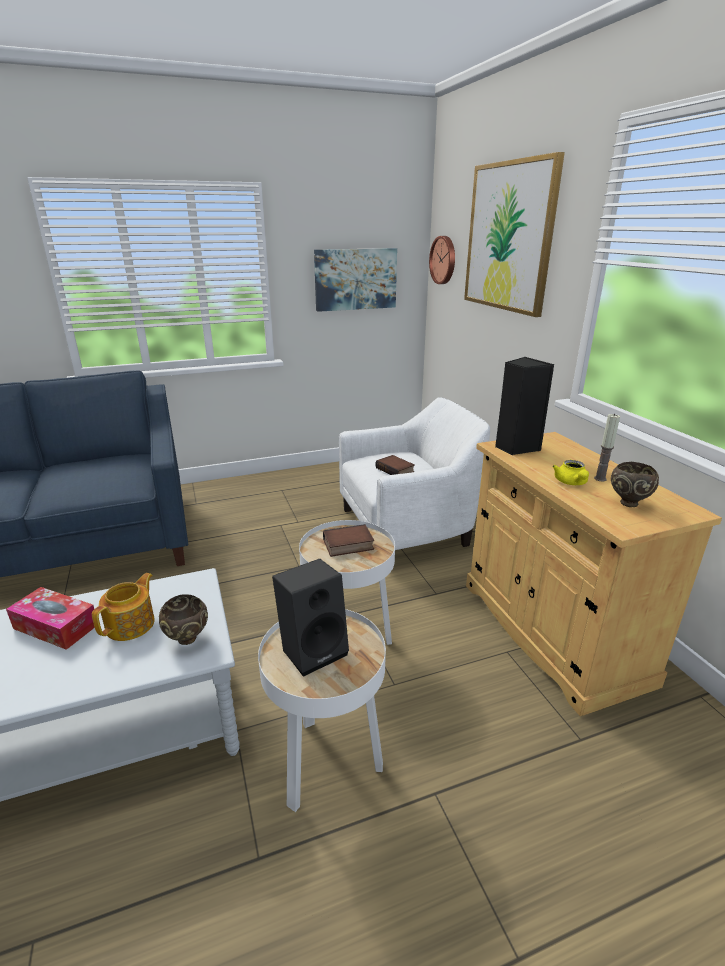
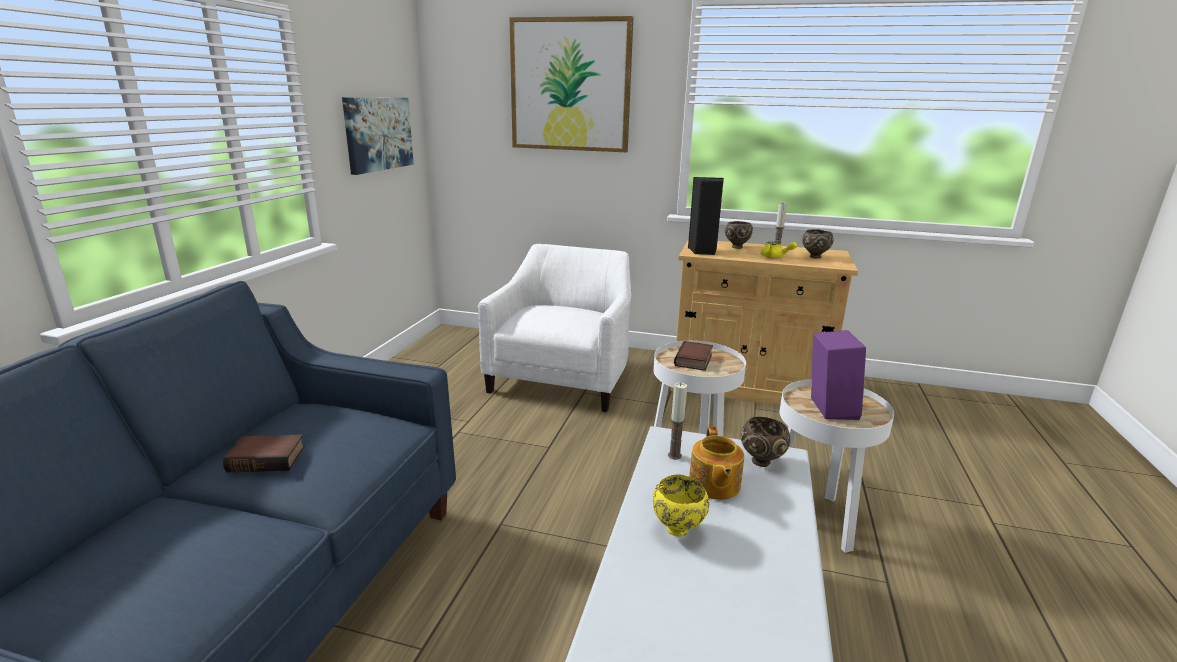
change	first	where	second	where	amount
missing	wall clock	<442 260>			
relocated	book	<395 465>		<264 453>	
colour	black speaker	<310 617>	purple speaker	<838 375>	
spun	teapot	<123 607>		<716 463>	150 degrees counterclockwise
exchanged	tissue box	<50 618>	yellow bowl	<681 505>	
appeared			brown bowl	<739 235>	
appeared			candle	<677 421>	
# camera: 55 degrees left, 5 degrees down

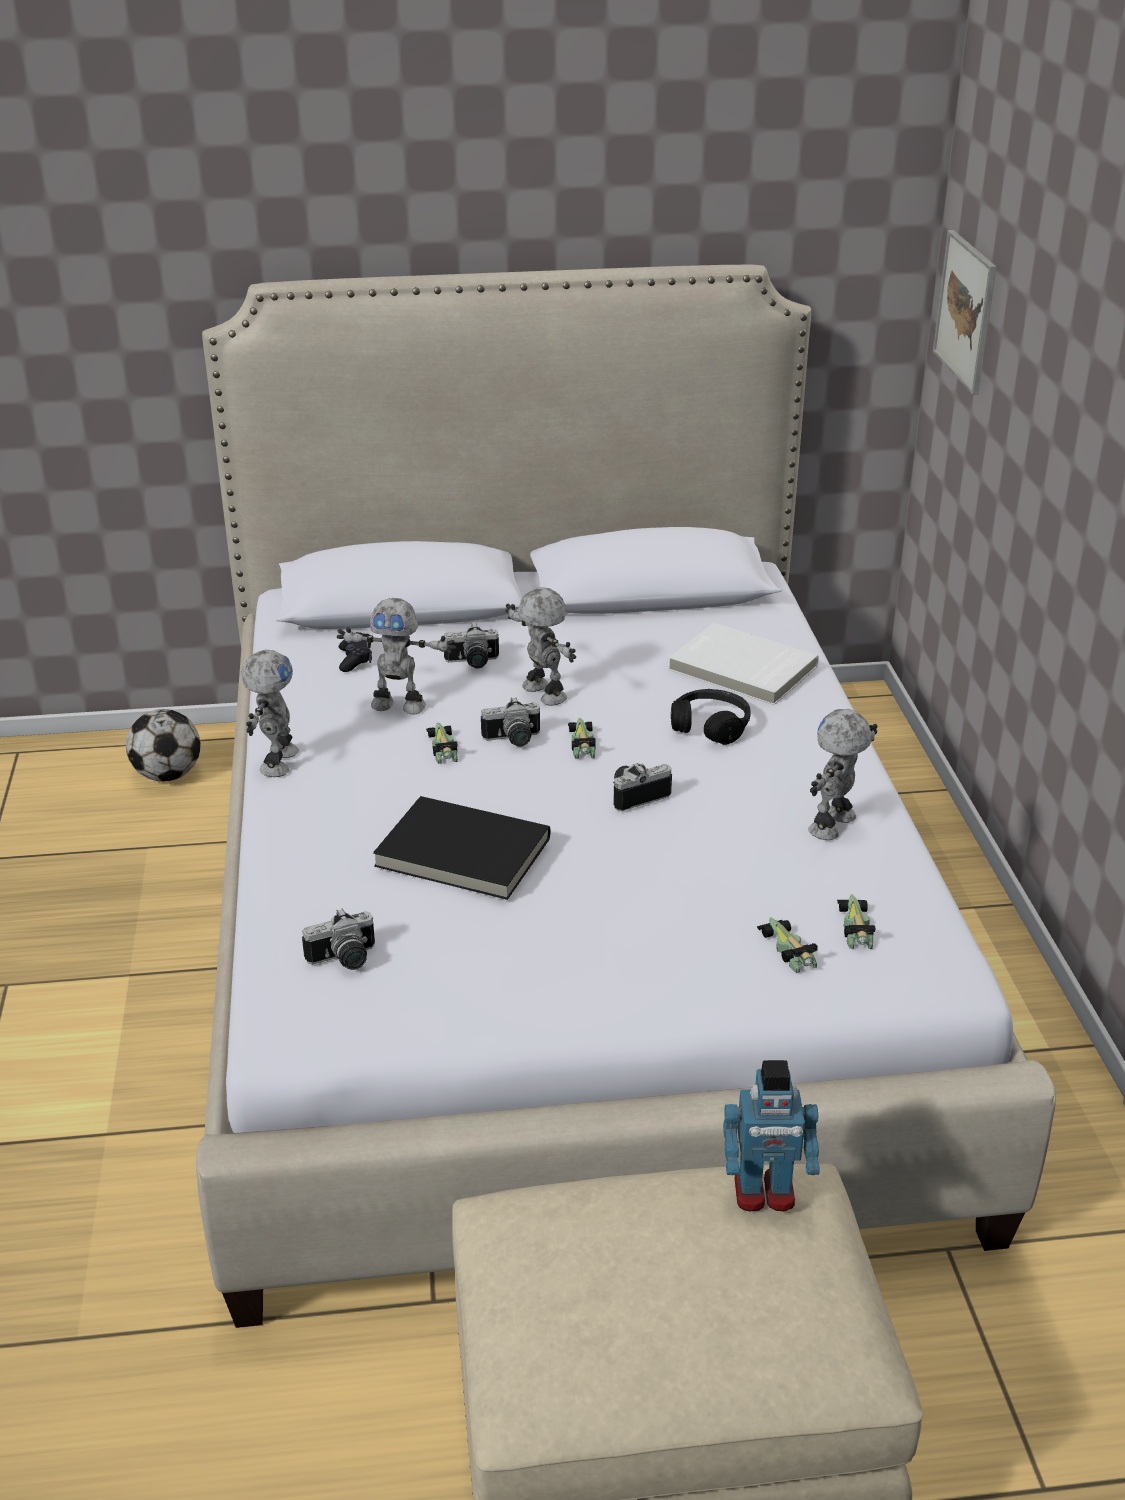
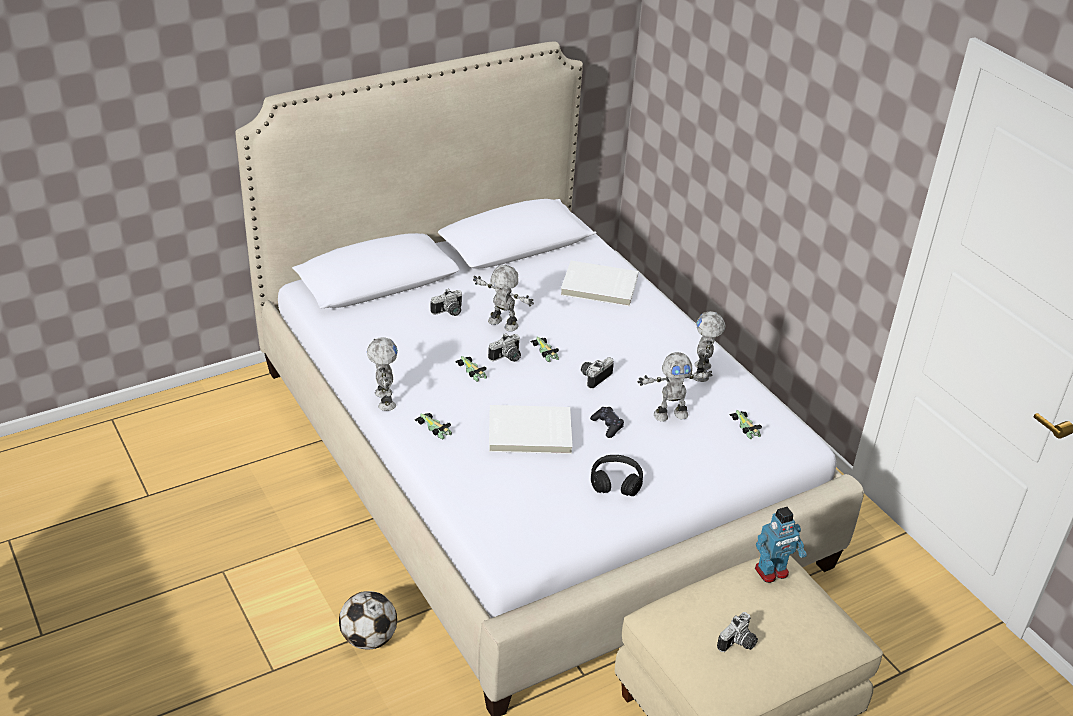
change	first	where	second	where	amount
missing	picture	<964 312>			
relocated	toy robot	<396 656>		<675 387>	
relocated	black game controller	<355 652>		<607 422>	
relocated	black headphones	<711 717>		<617 475>	
relocated	football	<163 745>		<368 620>	
colour	black book	<461 848>	white book	<531 429>	
relocated	photo camera	<338 939>		<737 632>	
relocated	toy car	<787 945>		<433 426>	
# camera: 25 degrees left, 5 degrees up

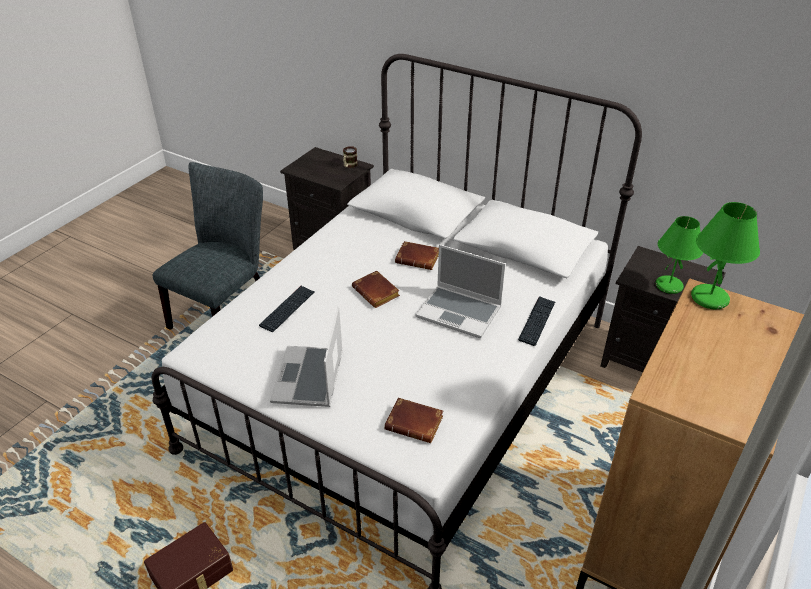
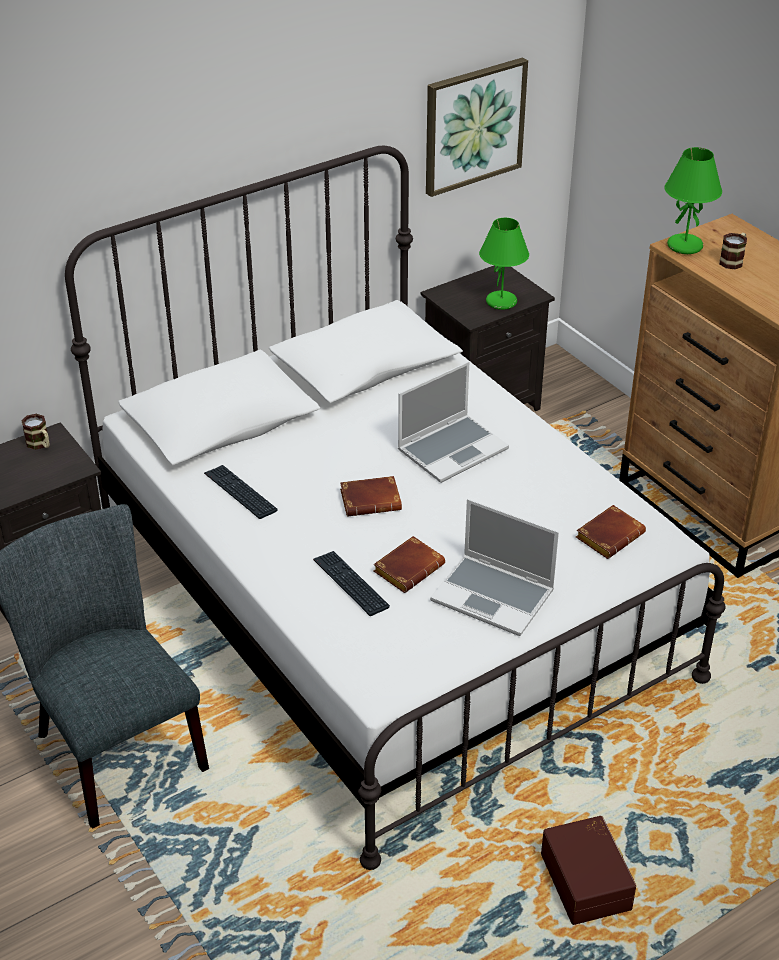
change	first	where	second	where	amount
relocated	brown book	<417 255>		<409 564>	
relocated	keyboard	<536 321>		<241 492>	
appeared			picture	<477 127>	
appeared			mug	<733 251>	
# camera: 65 degrees left, 0 degrees up

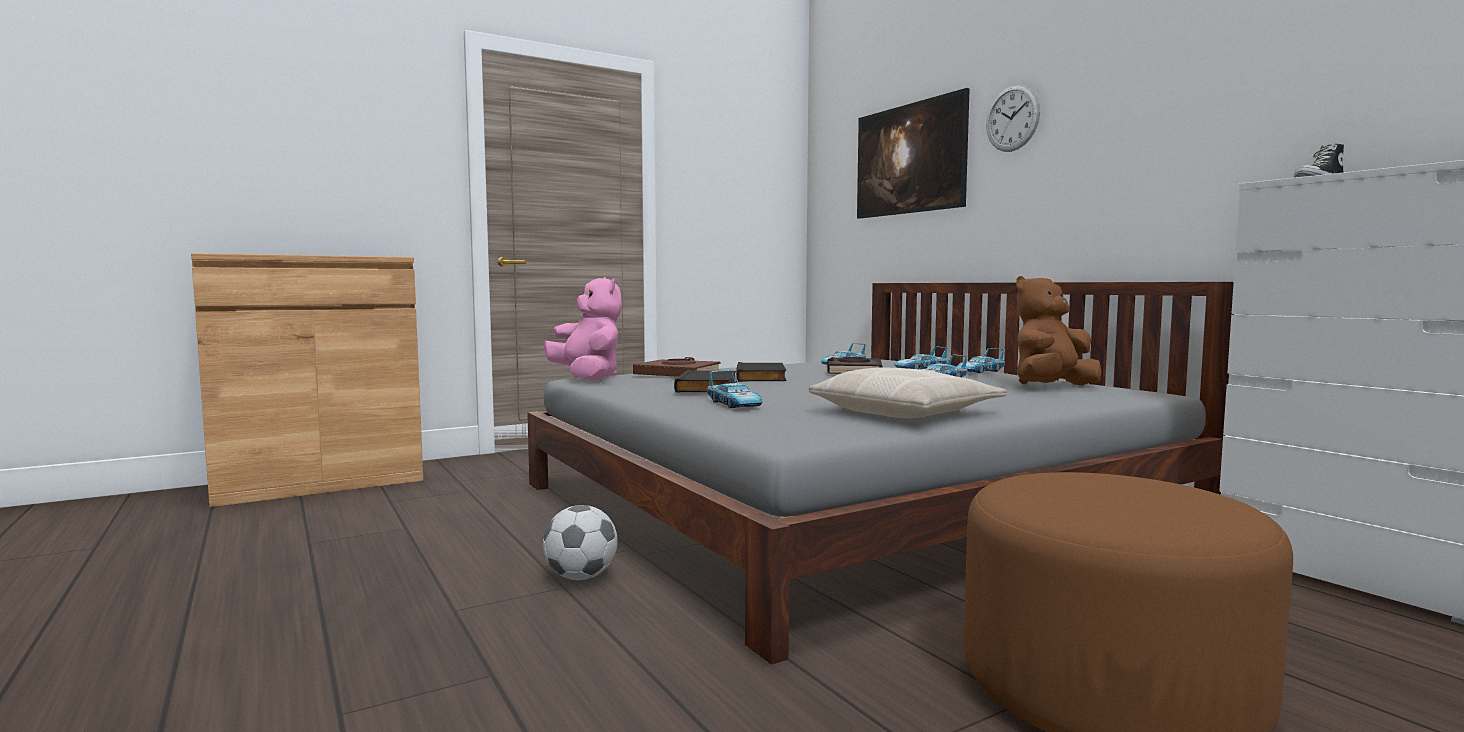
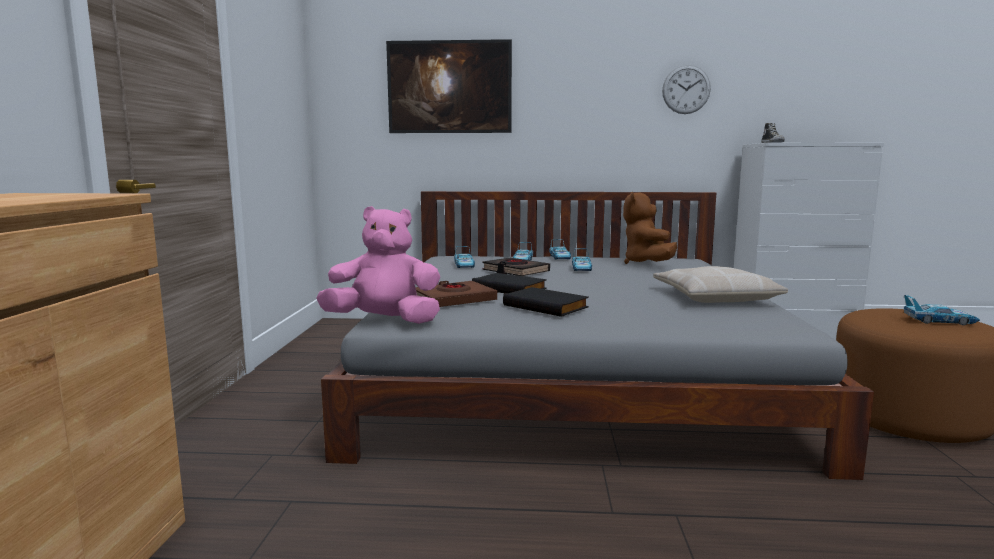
change	first	where	second	where	amount
relocated	wall clock	<1013 118>		<686 89>	
relocated	toy car	<734 389>		<942 310>	
missing	football	<580 542>			
# camera: 55 degrees left, 5 degrees up

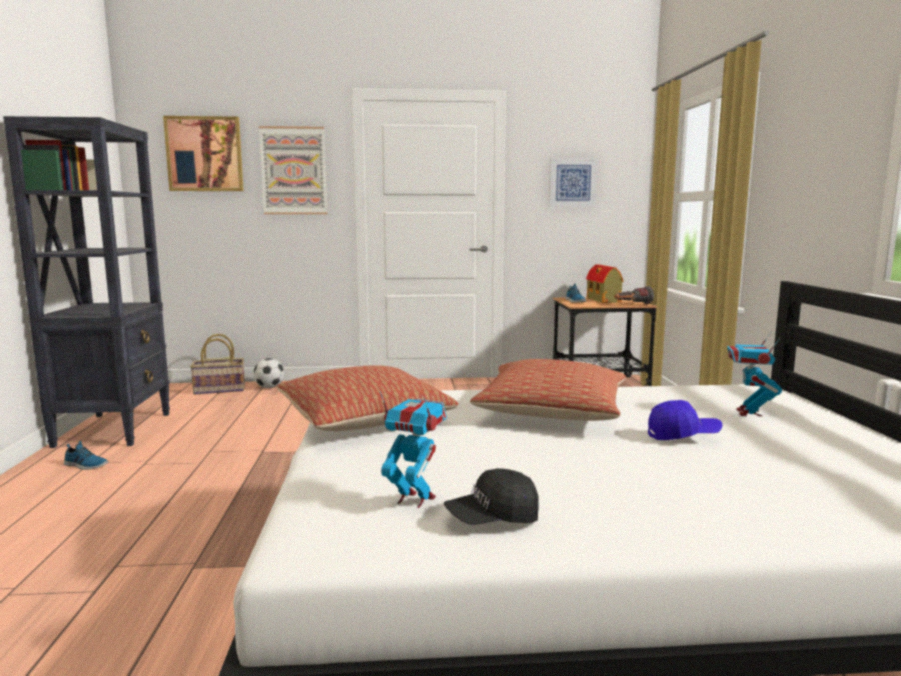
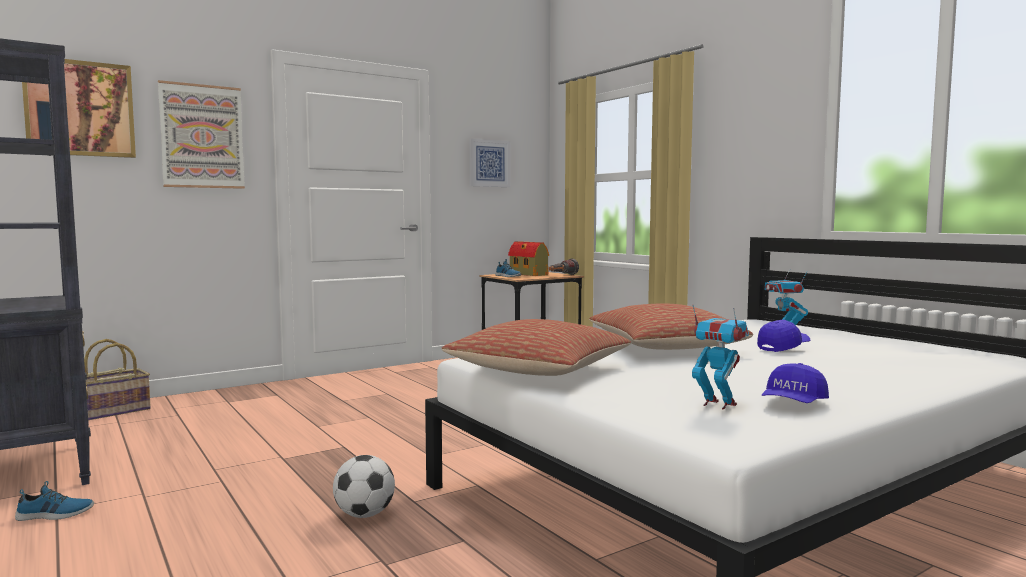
change	first	where	second	where	amount
relocated	football	<269 373>		<364 486>	
spun	toy robot	<413 449>		<720 357>	45 degrees clockwise
colour	black cap	<491 496>	blue cap	<795 383>	
# camera: 30 degrees left, 5 degrees down

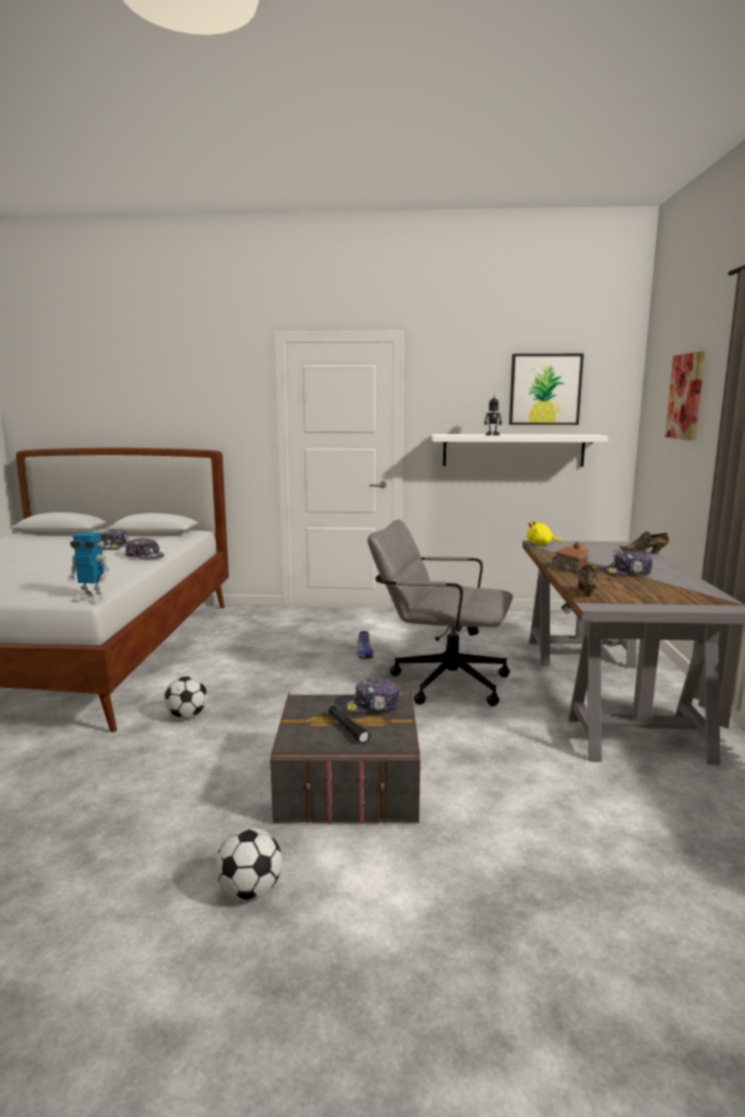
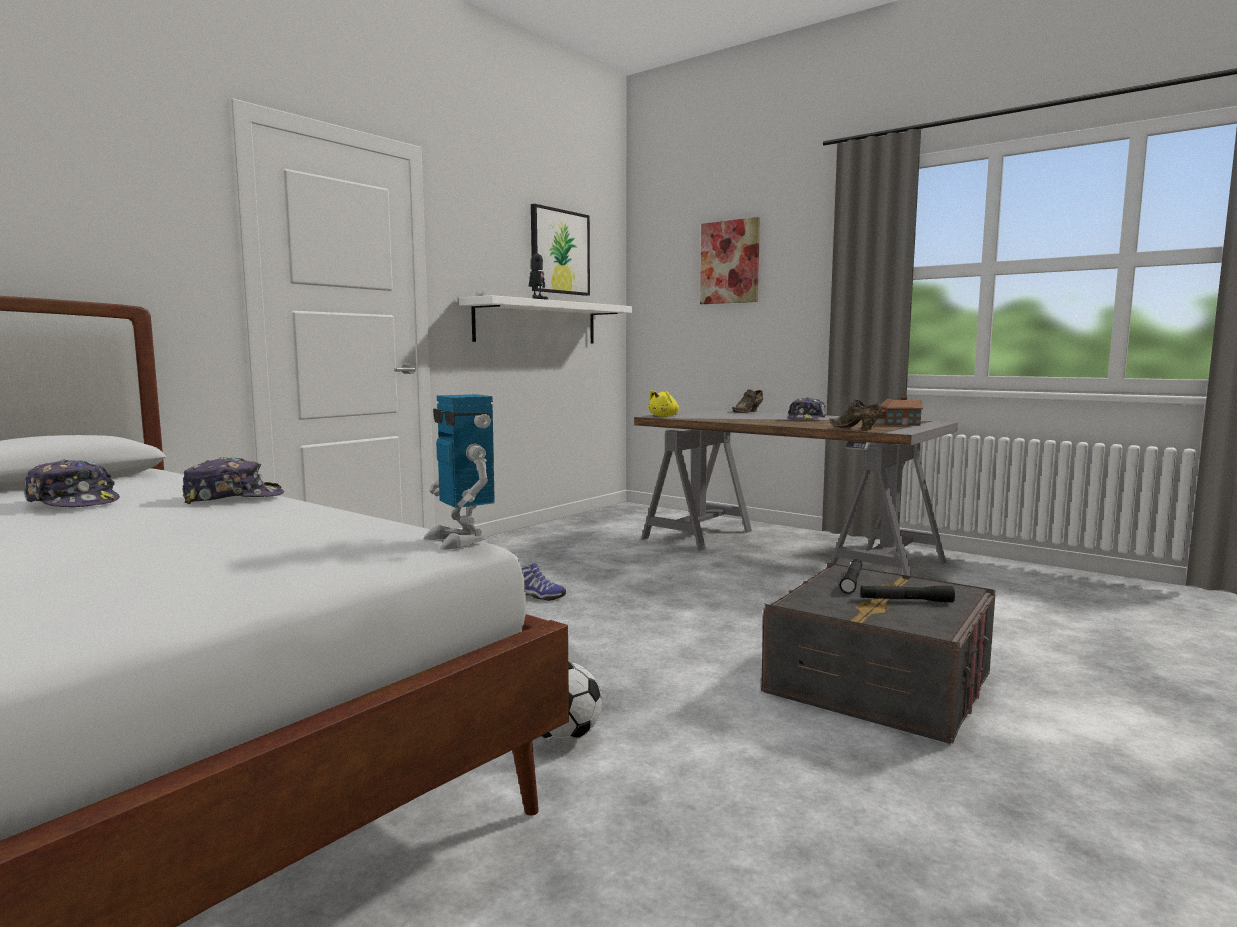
change	first	where	second	where	amount
missing	grey office chair	<440 612>			
spun	toy robot	<88 567>		<459 472>	105 degrees clockwise
relocated	toy house	<571 558>		<898 410>	
exchanged	cap	<371 696>	black flashlight	<850 576>	
missing	football	<248 864>			
# camera: 55 degrees left, 5 degrees down

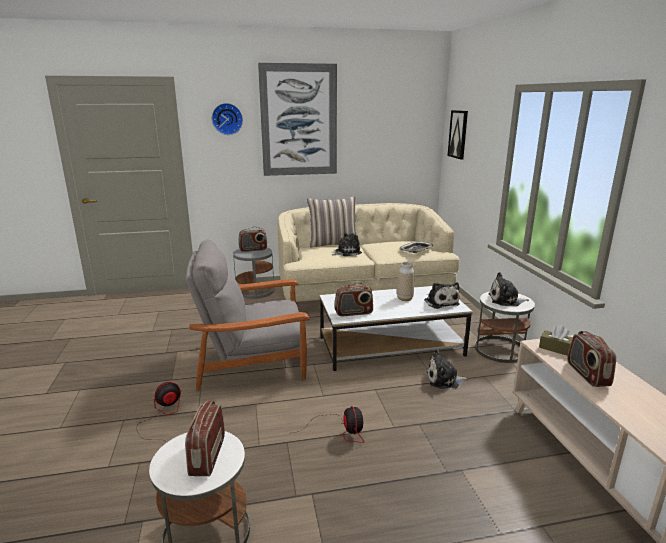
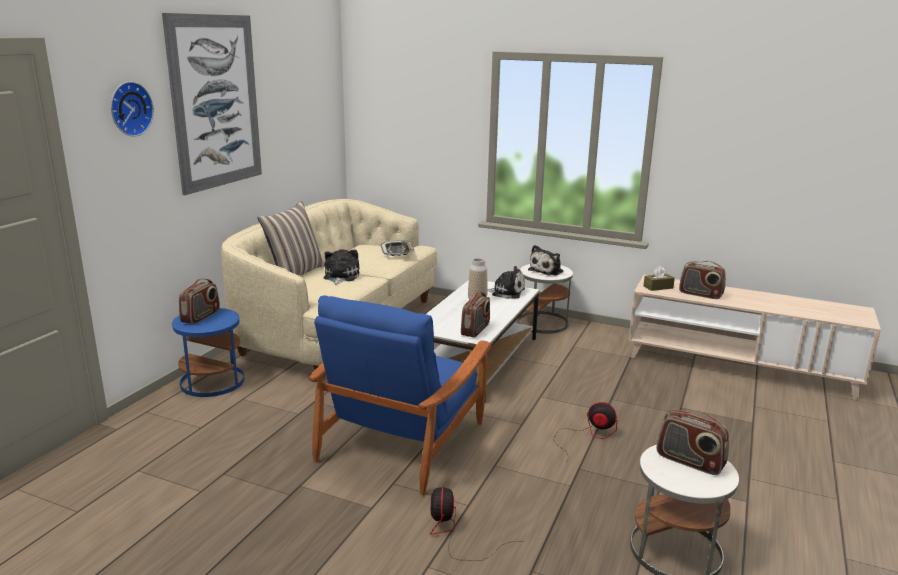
change	first	where	second	where	amount
missing	picture	<457 134>			
colour	grey armchair	<247 315>	blue armchair	<400 395>	
colour	grey side table	<253 273>	blue side table	<208 352>	
missing	plush toy	<447 369>			
# camera: 55 degrees left, 0 degrees up

